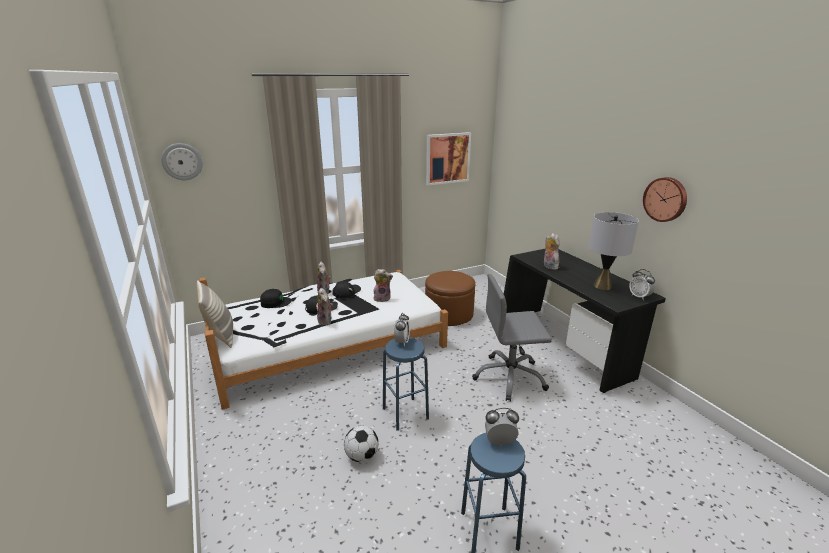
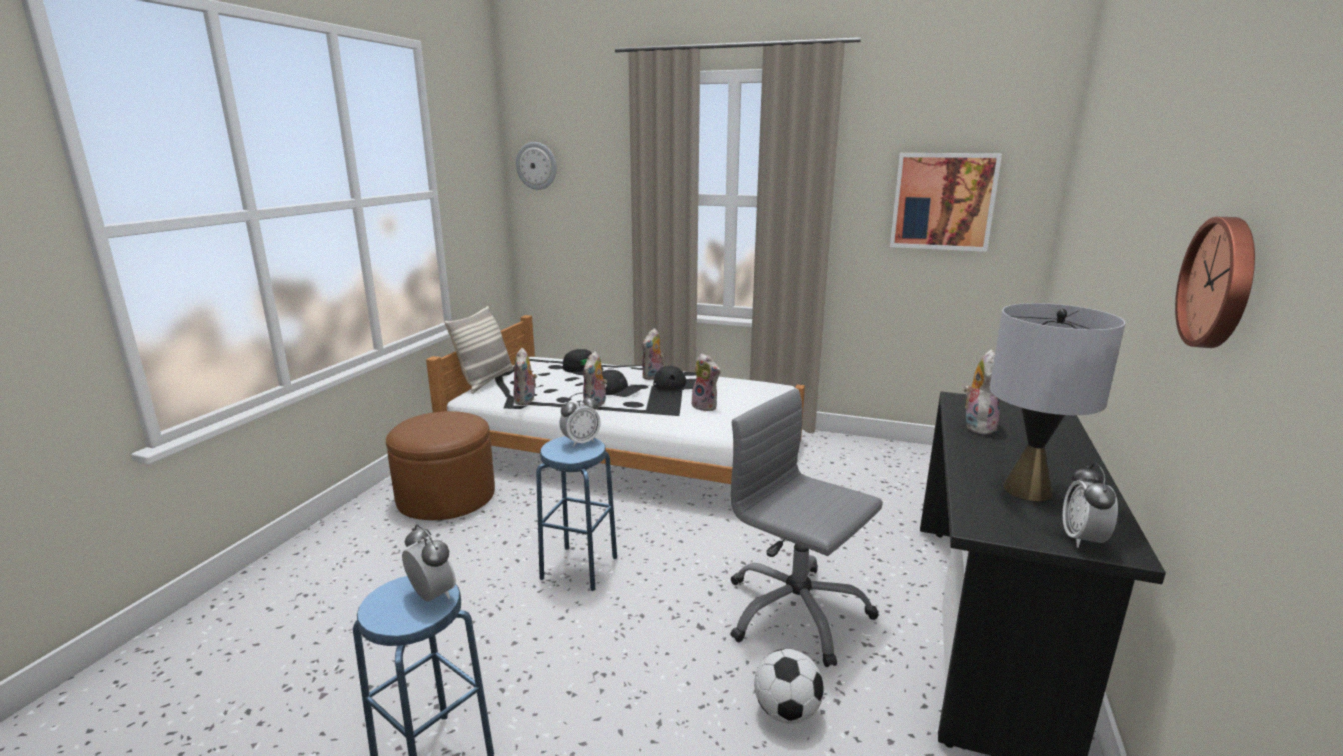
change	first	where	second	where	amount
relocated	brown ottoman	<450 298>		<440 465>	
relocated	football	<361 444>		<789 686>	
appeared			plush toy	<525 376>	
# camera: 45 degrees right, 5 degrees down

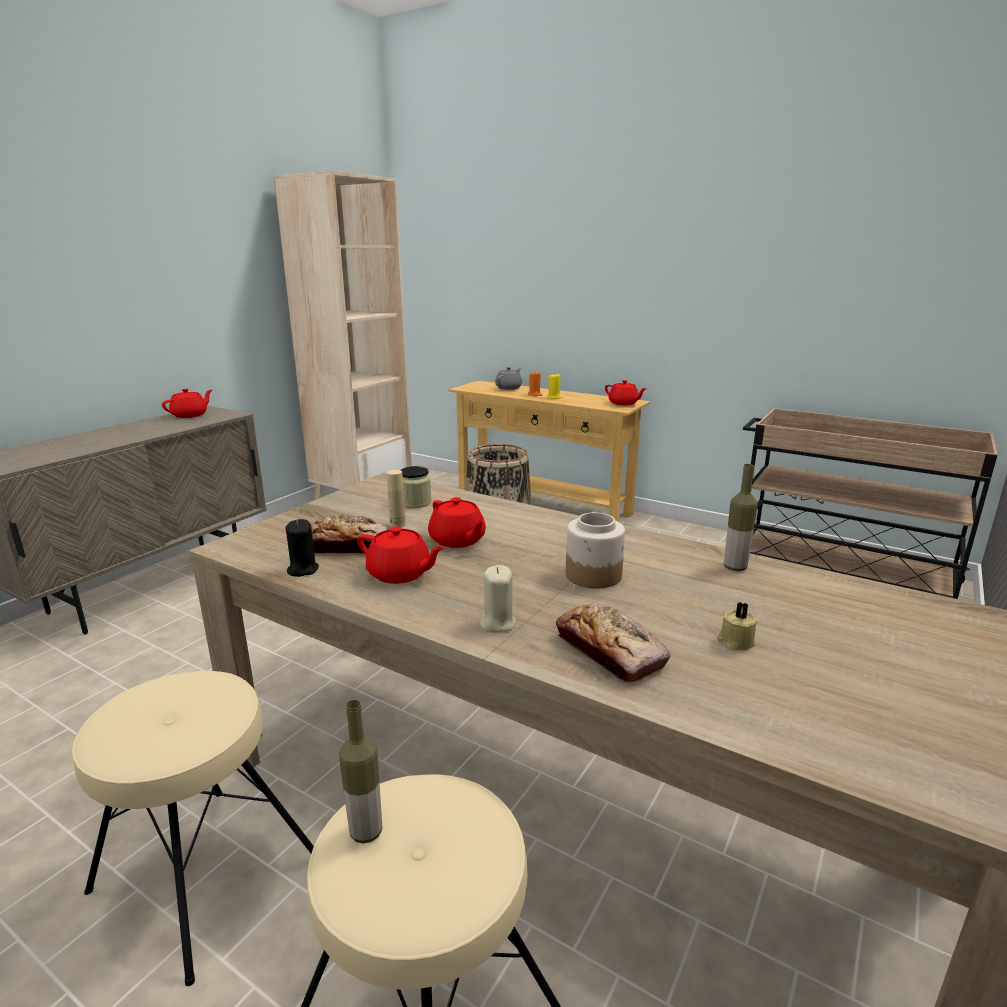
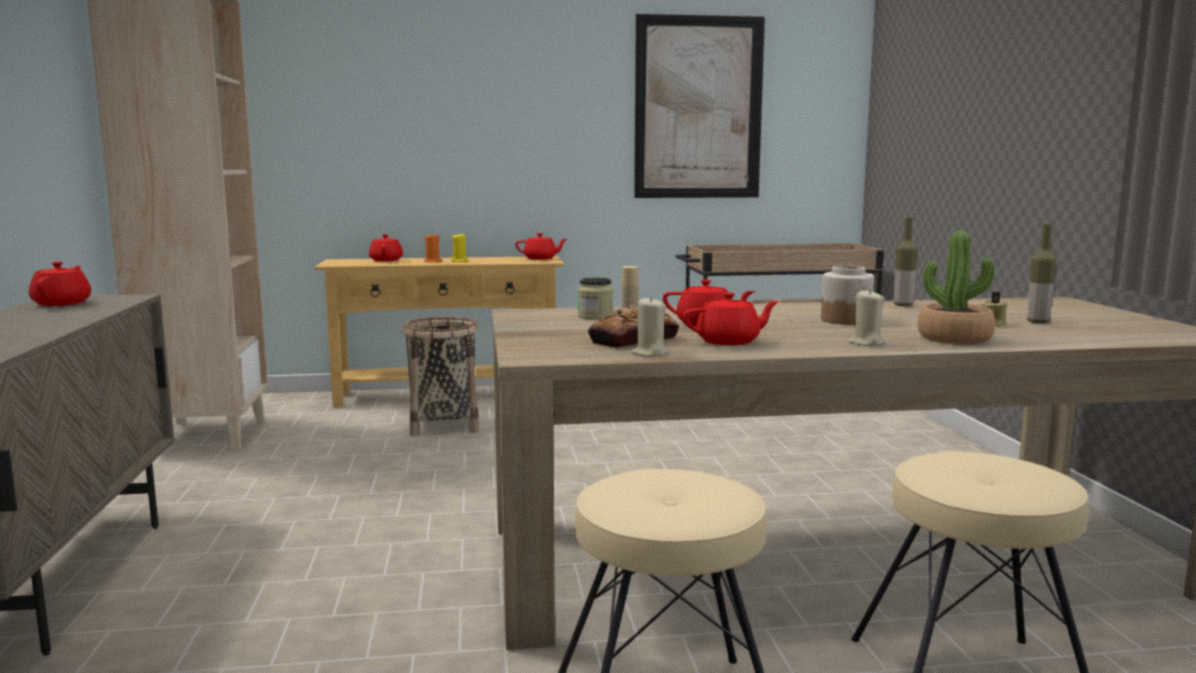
change	first	where	second	where	amount
colour	grey teapot	<508 378>	red teapot	<386 247>	
colour	black candle	<302 548>	beige candle	<649 326>	
exchanged	bread	<613 643>	potted plant	<956 287>	
relocated	bottle	<360 772>		<1042 274>	
appeared			picture	<699 106>	
# camera: 40 degrees left, 10 degrees down

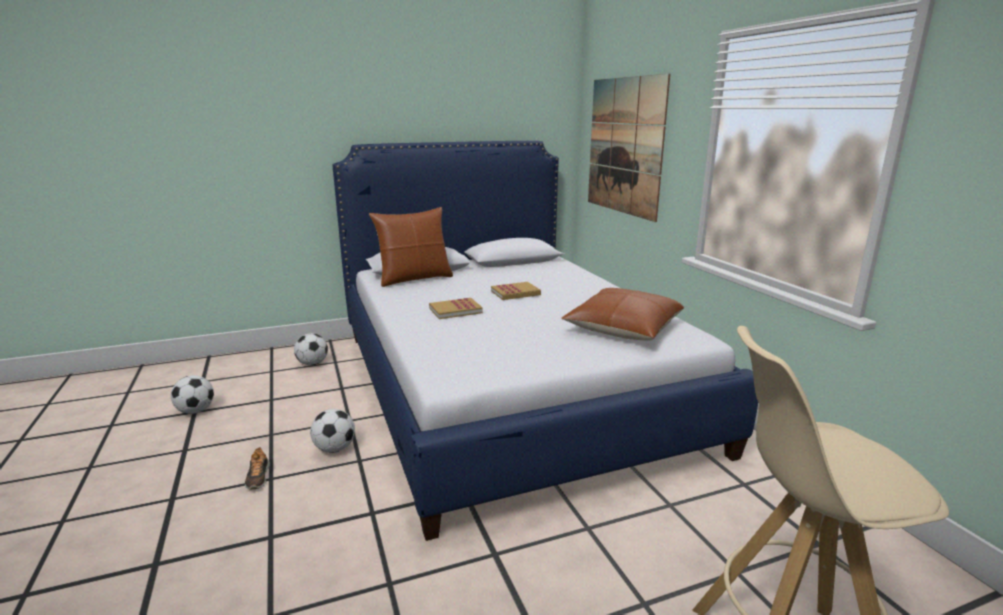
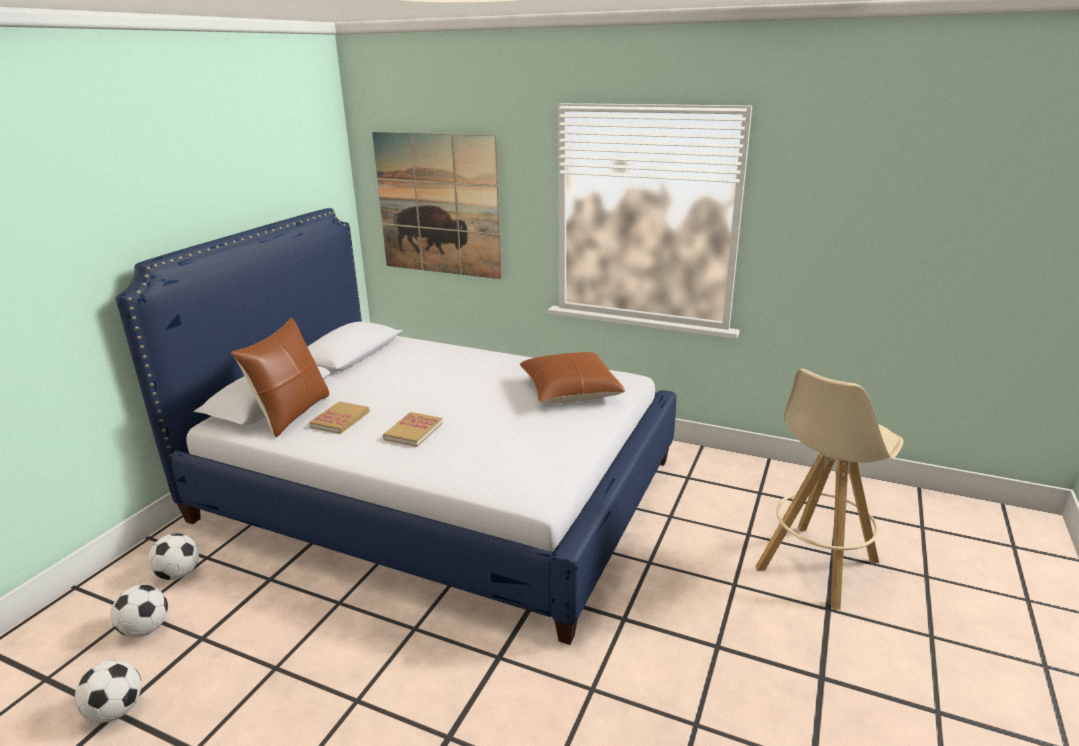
change	first	where	second	where	amount
relocated	book	<516 291>		<339 417>	
relocated	football	<332 431>		<139 611>	
missing	shoe	<257 468>			
# camera: 45 degrees left, 5 degrees up

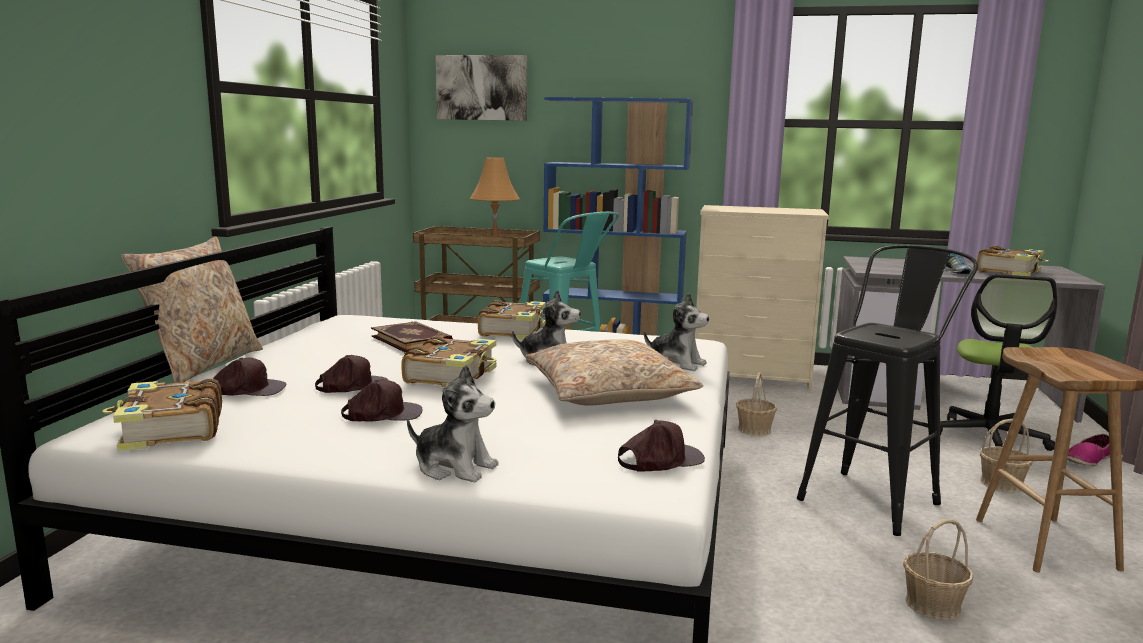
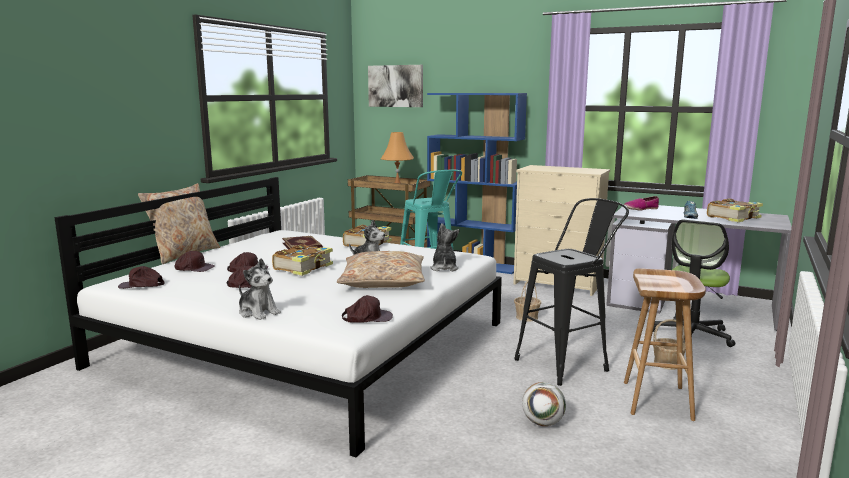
change	first	where	second	where	amount
spun	plush toy	<676 332>		<444 247>	135 degrees counterclockwise
exchanged	book	<162 415>	brown cap	<141 277>	
relocated	shoe	<1088 450>		<641 203>	
exchanged	basket	<938 570>	football	<544 404>	
# camera: 15 degrees right, 0 degrees up

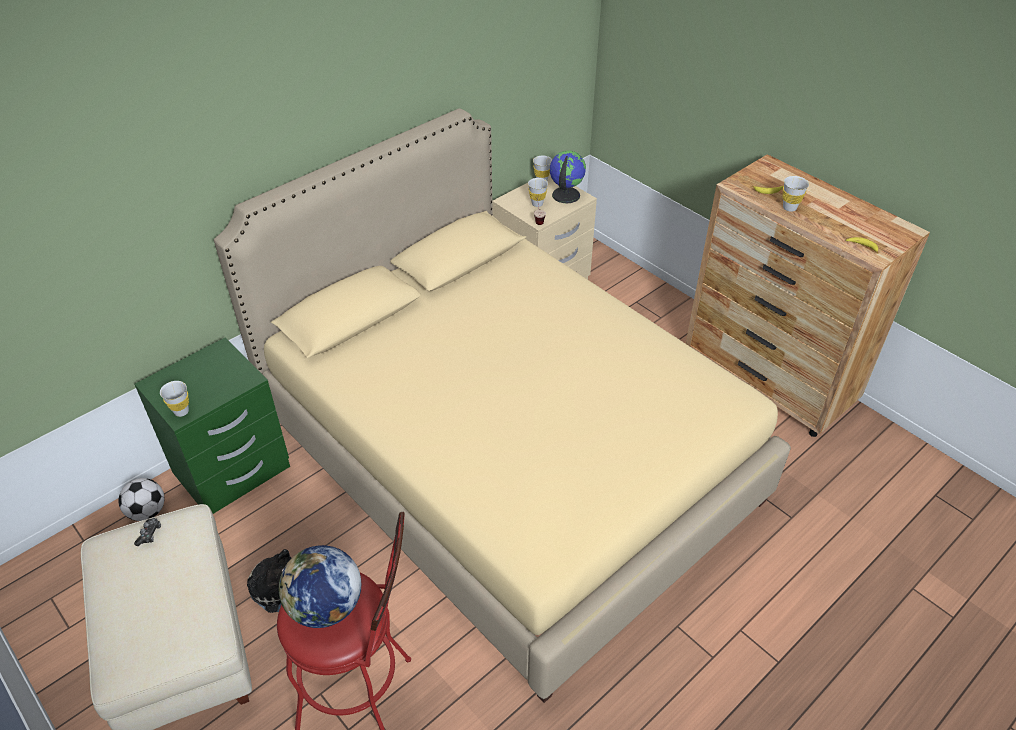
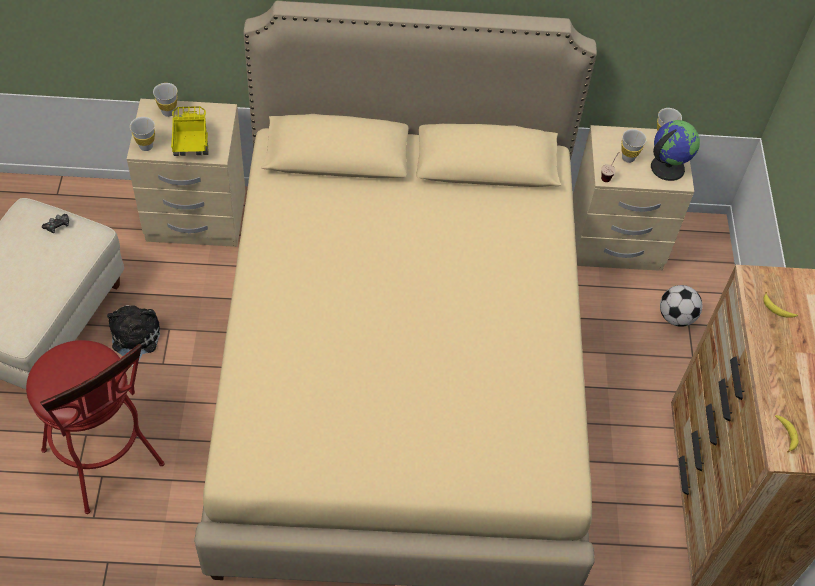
change	first	where	second	where	amount
relocated	white cup	<796 194>		<165 100>	
colour	green nightstand	<212 426>	beige nightstand	<186 173>	
relocated	football	<141 499>		<681 306>	
missing	globe	<320 586>			
appeared			toy truck	<190 131>	
# camera: 40 degrees right, 10 degrees up

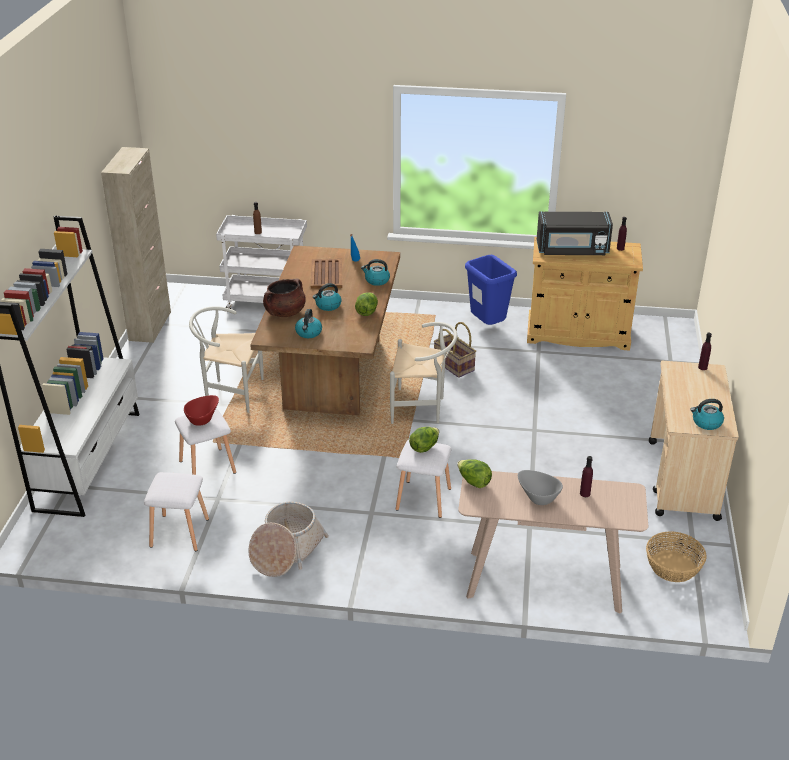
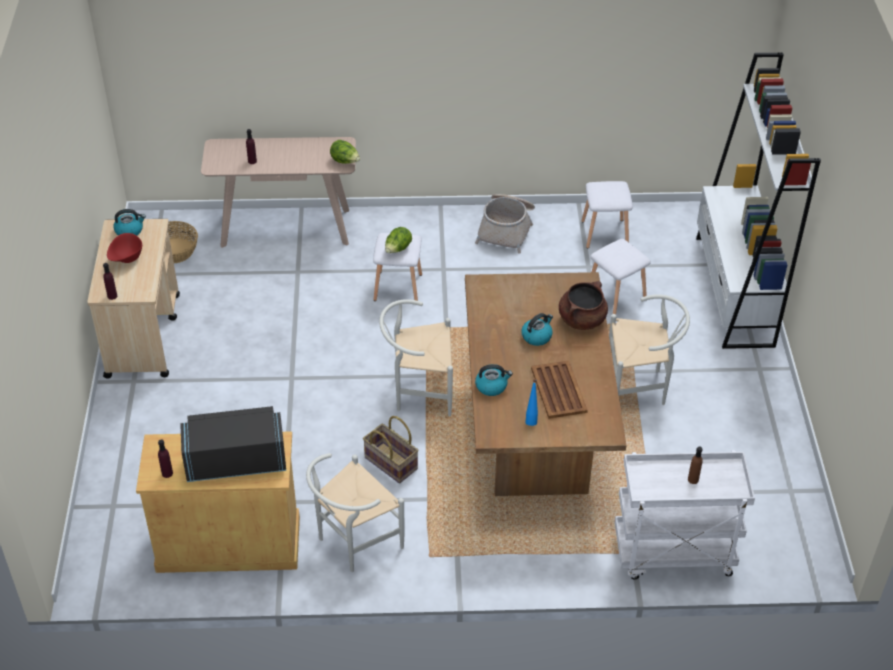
change	first	where	second	where	amount
missing	beige cabinet	<136 245>			
exchanged	blue trash can	<491 290>	white chair	<355 512>	
missing	lettuce	<366 304>			
missing	kettle	<308 323>			
relocated	red bowl	<201 410>		<124 248>	
missing	grey bowl	<540 487>			
# camera: 170 degrees right, 10 degrees up

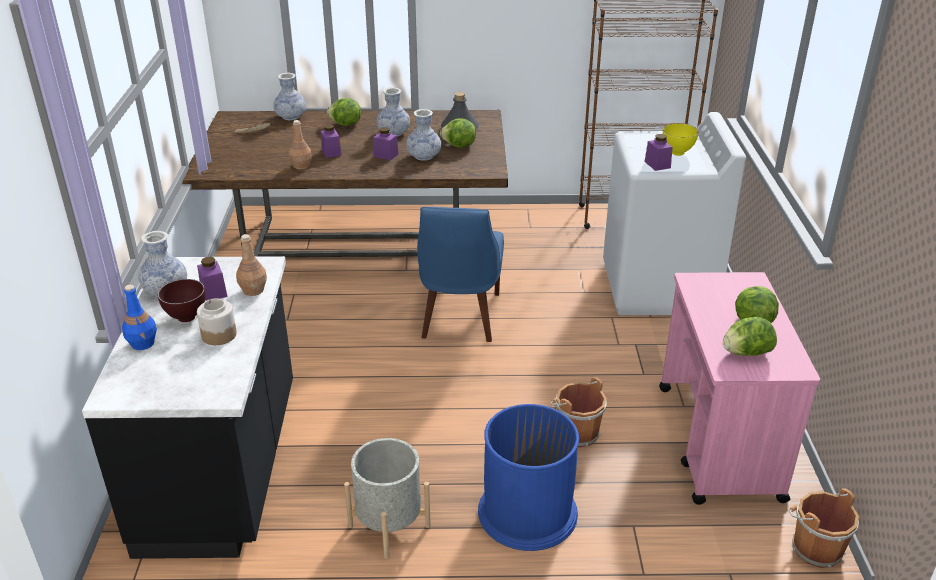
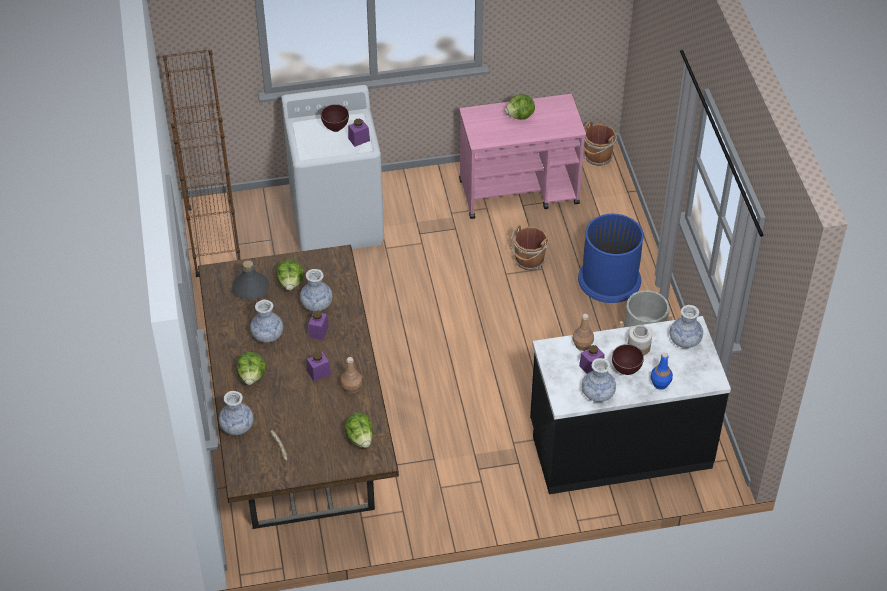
change	first	where	second	where	amount
colour	yellow bowl	<681 139>	brown bowl	<335 118>	
missing	blue chair	<460 274>			
relocated	lettuce	<750 336>		<358 430>	
appeared			vase	<686 326>	
# camera: 100 degrees left, 15 degrees up

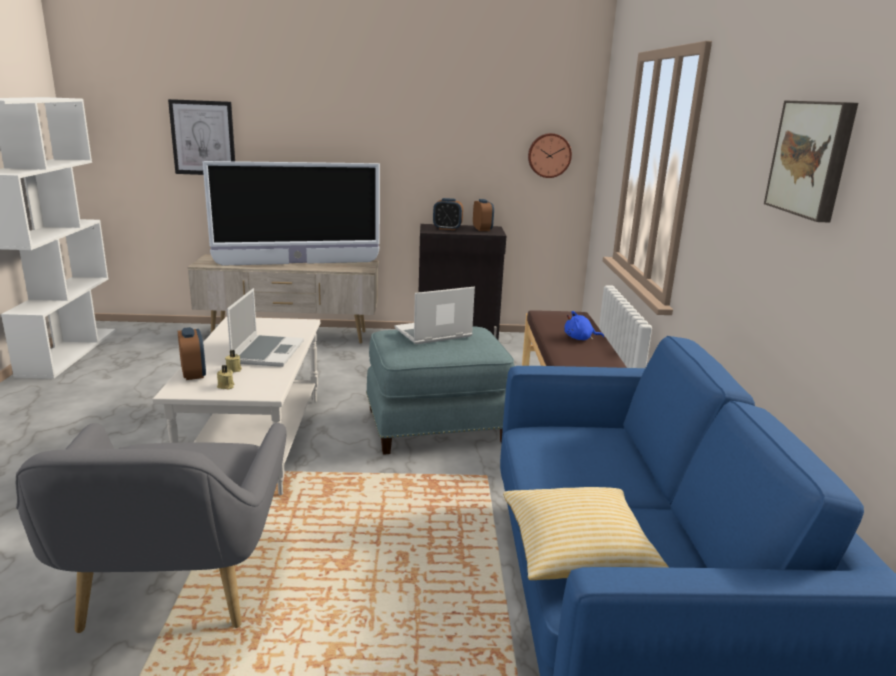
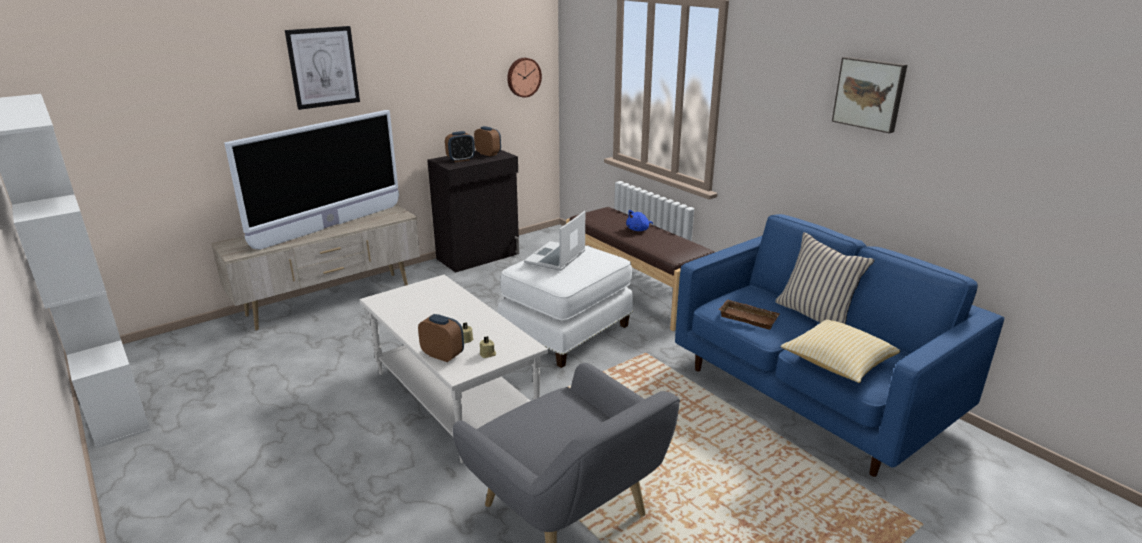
change	first	where	second	where	amount
relocated	picture	<201 137>		<322 68>	
missing	laptop	<265 327>			
colour	blue ottoman	<440 391>	white ottoman	<565 306>	
appeared			beige pillow	<825 278>	
appeared			brown tray	<749 314>	
# camera: 35 degrees left, 5 degrees up

